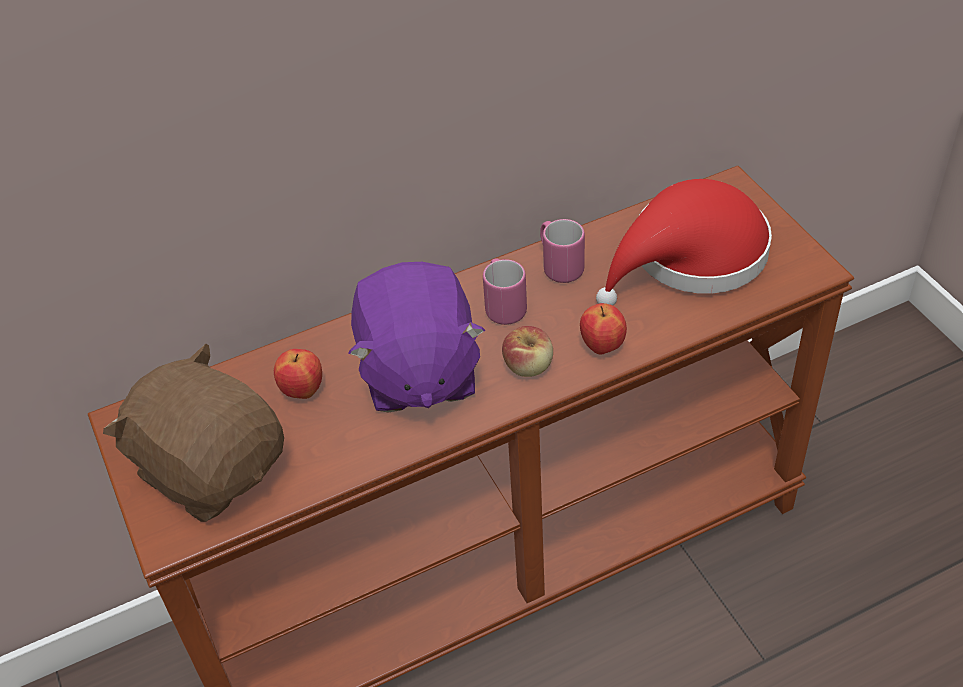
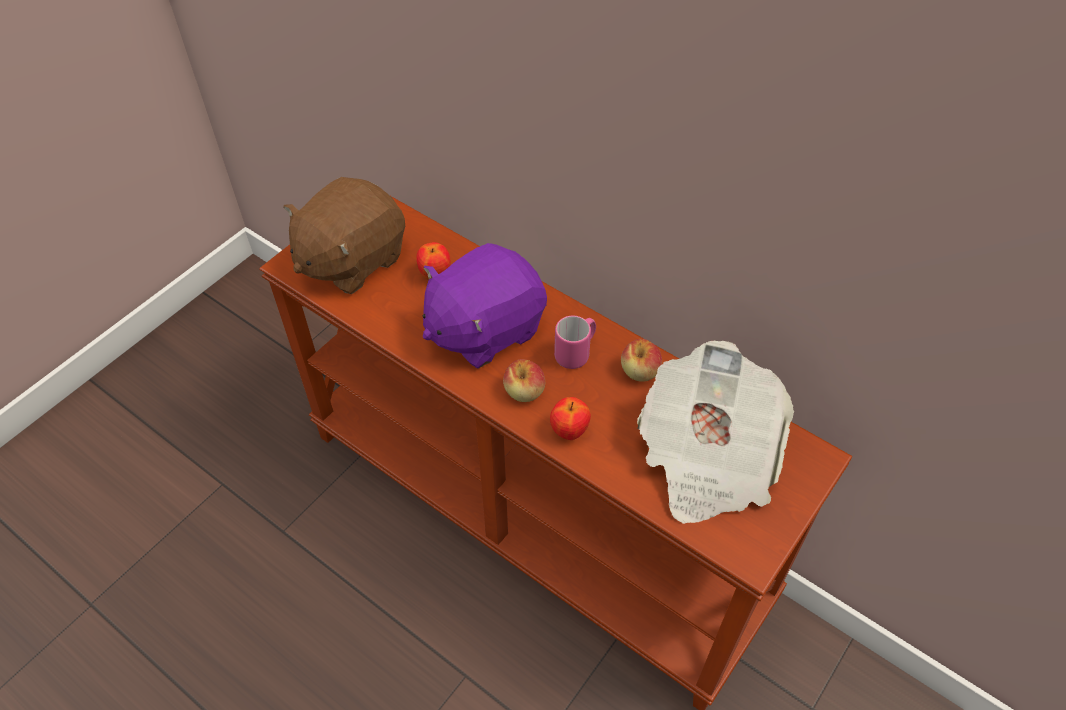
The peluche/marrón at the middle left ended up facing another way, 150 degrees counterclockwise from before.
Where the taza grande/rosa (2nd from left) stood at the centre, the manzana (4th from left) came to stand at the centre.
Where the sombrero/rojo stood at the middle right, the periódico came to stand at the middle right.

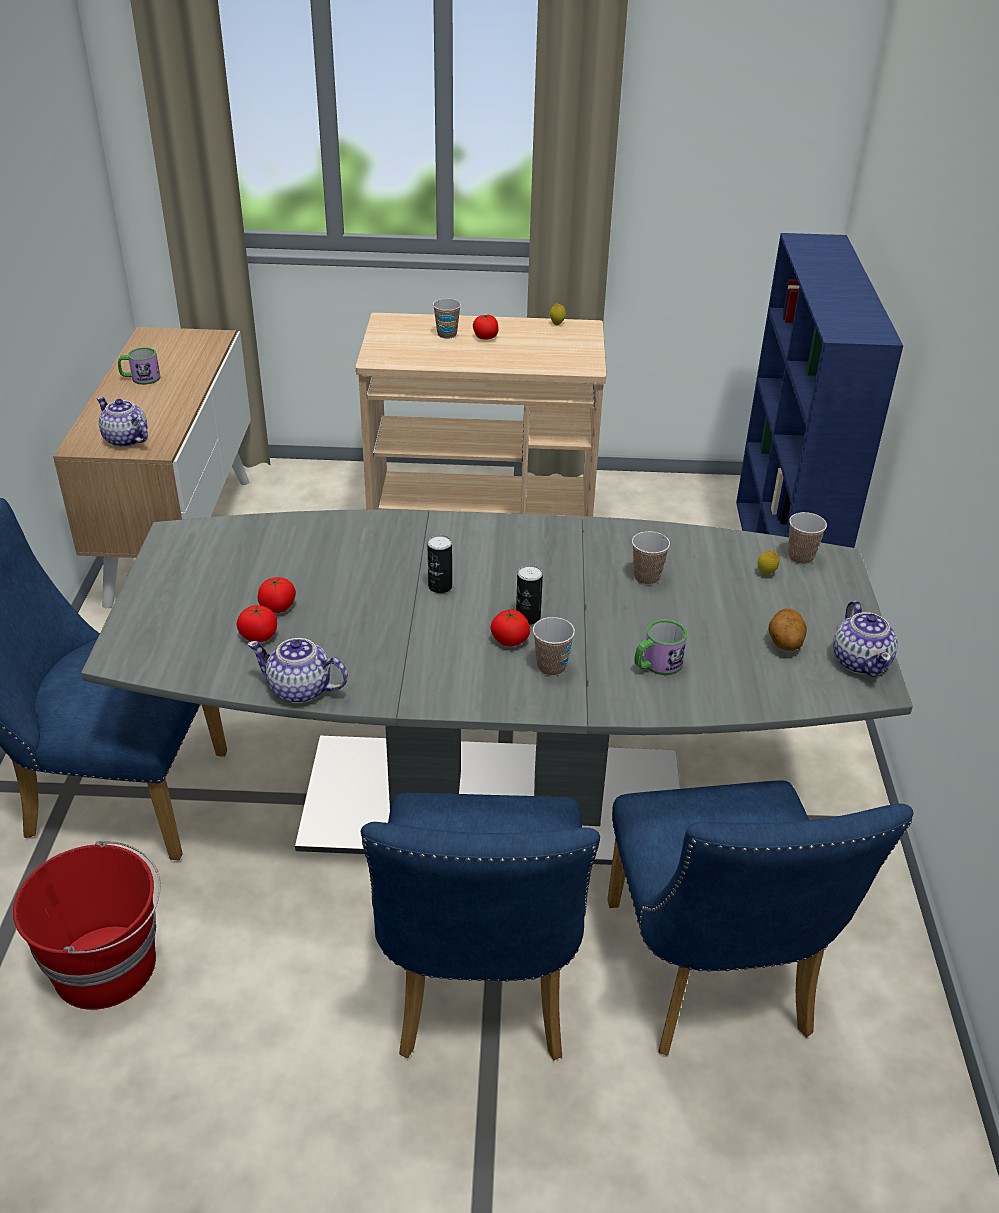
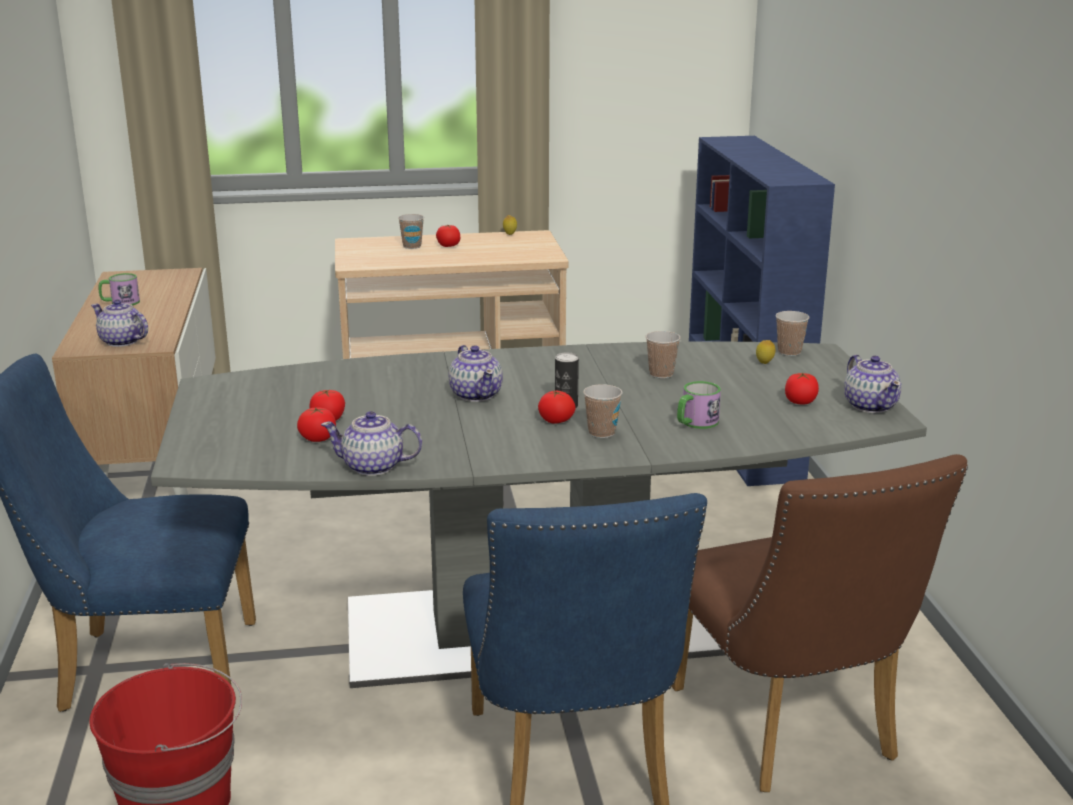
Where the lata (1st from left) stood at the centre, the tetera (3rd from left) came to stand at the centre.
What was the silla/azul (3rd from left) at the bottom right turned into the silla/marrón at the bottom right.
Where the patata stood at the middle right, the tomate (5th from left) came to stand at the middle right.

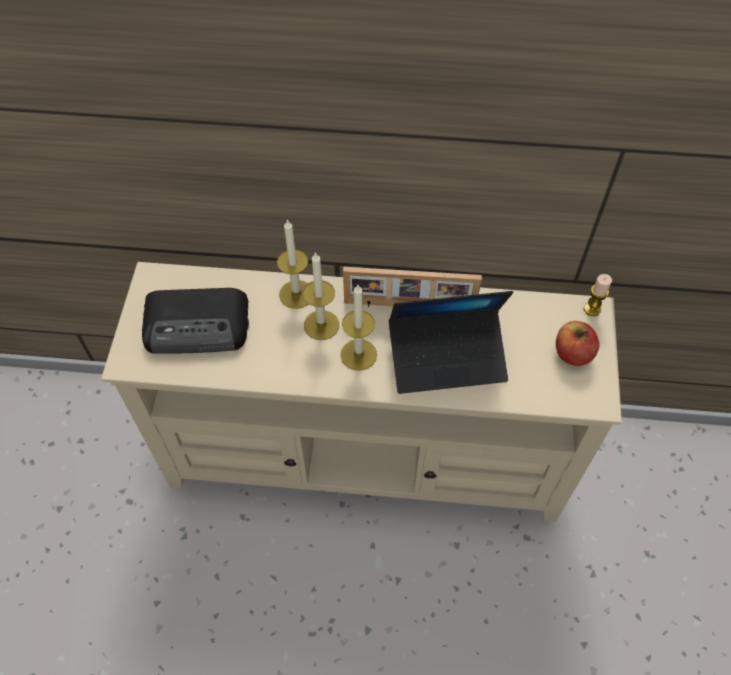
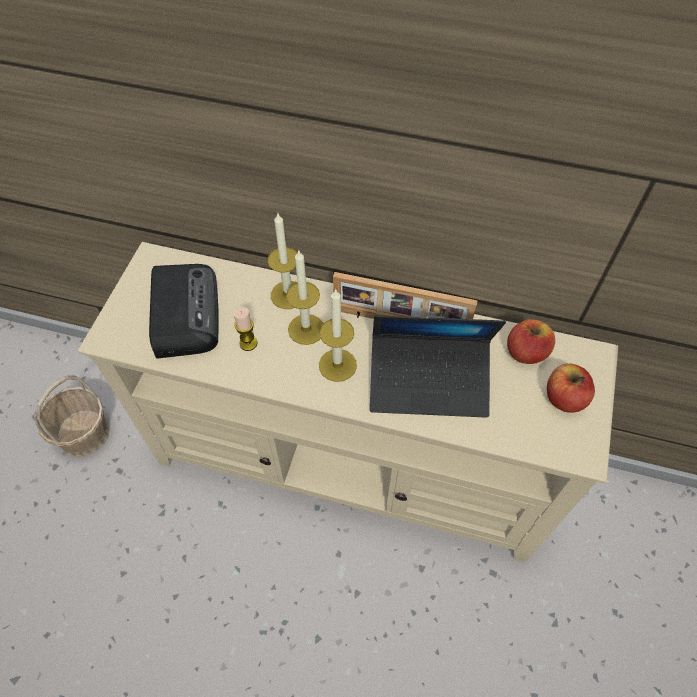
The radio at the middle left ended up facing another way, 105 degrees counterclockwise from before.
The vela (4th from left in the first image) ended up elsewhere, having gone from the middle right to the centre.
The second view gained the cesta at the middle left.
The second view gained the manzana (1st from left) at the middle right.

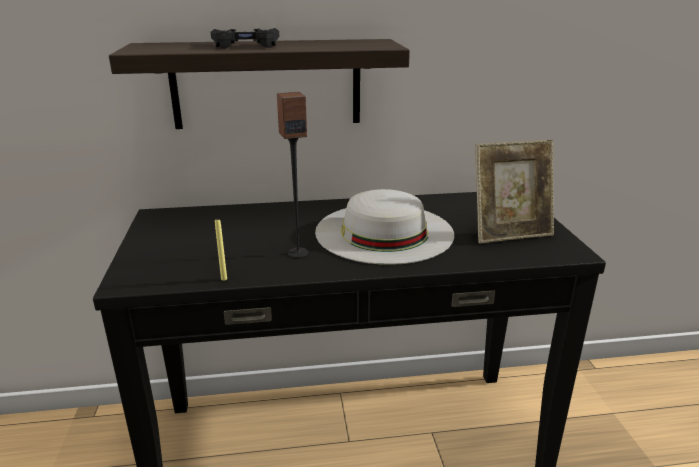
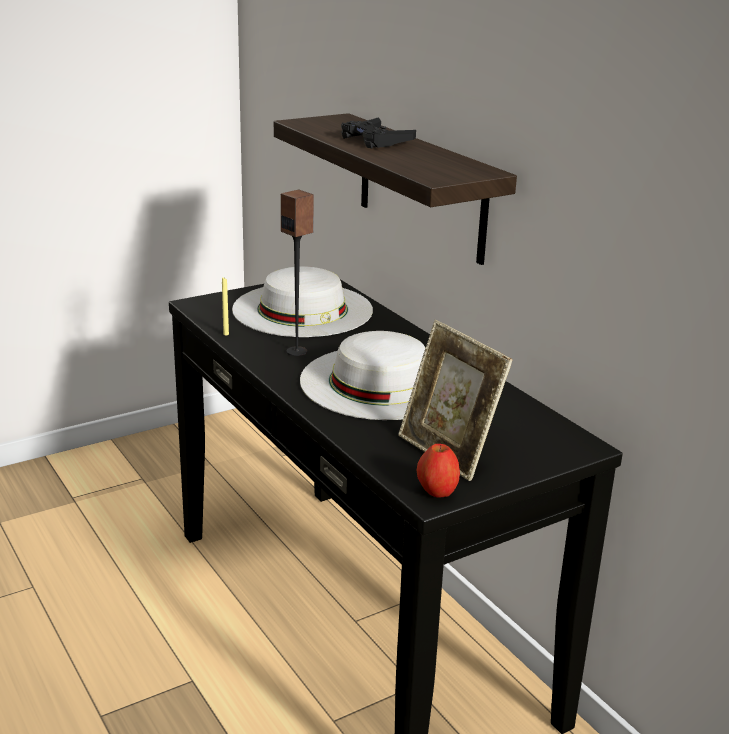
The second view gained the sombrero/blanco (1st from left) at the centre.
The second view gained the manzana at the centre.

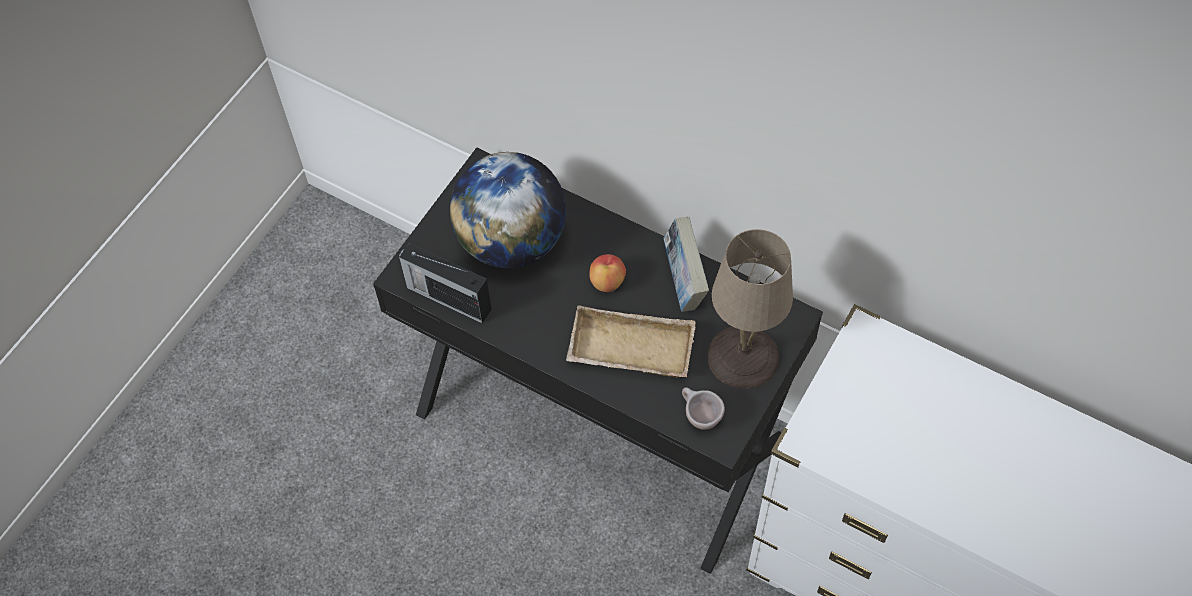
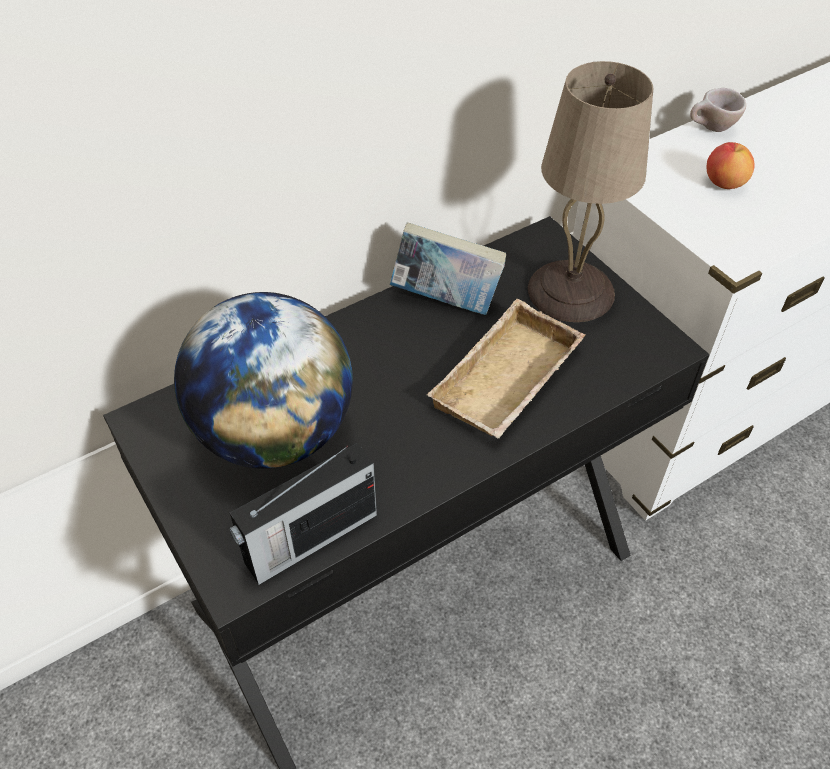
The manzana ended up elsewhere, having gone from the centre to the top right.
The taza/beis ended up elsewhere, having gone from the bottom centre to the top right.

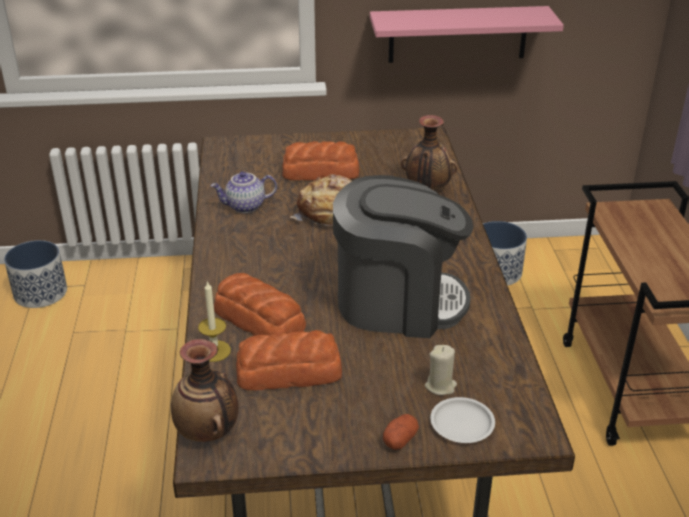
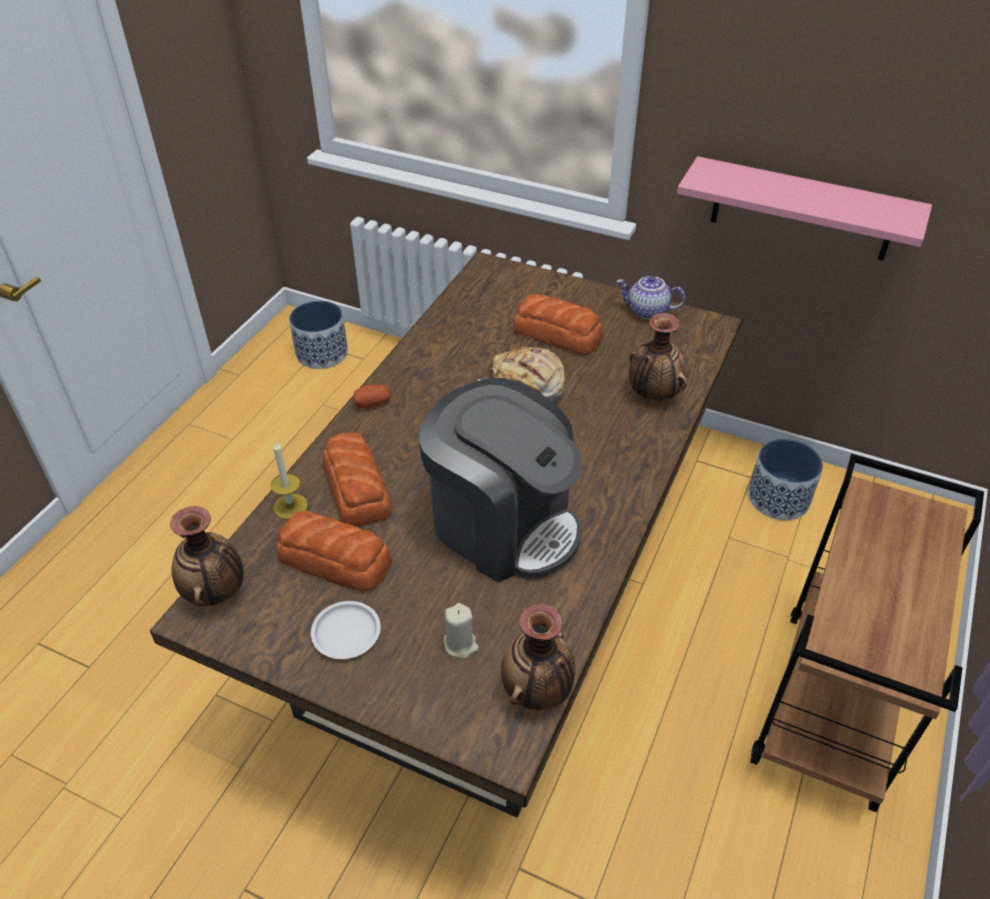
The tetera ended up elsewhere, having gone from the centre to the top centre.
The patata ended up elsewhere, having gone from the bottom centre to the centre.
The plato/blanco ended up elsewhere, having gone from the bottom right to the bottom centre.
The second view gained the florero (2nd from left) at the bottom centre.

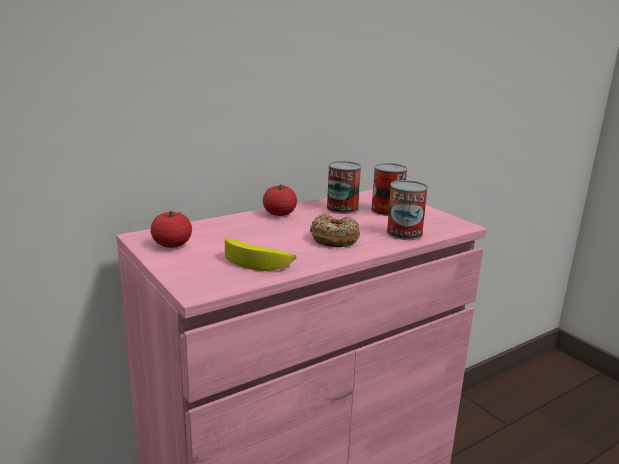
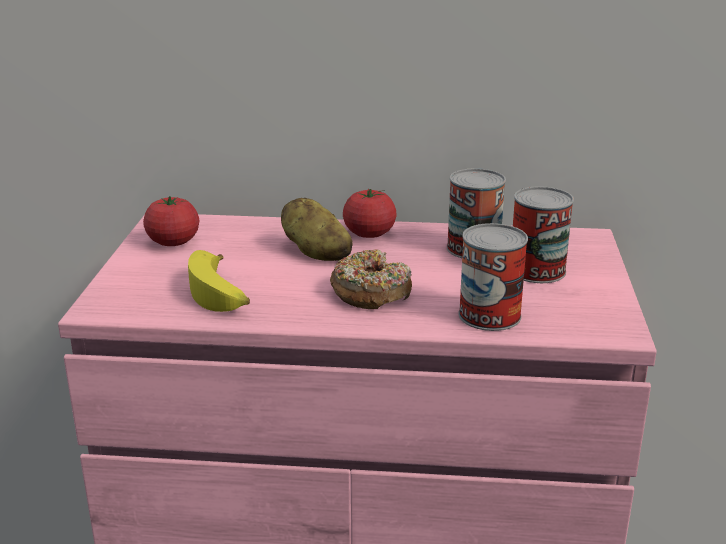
The second view gained the patata at the centre.

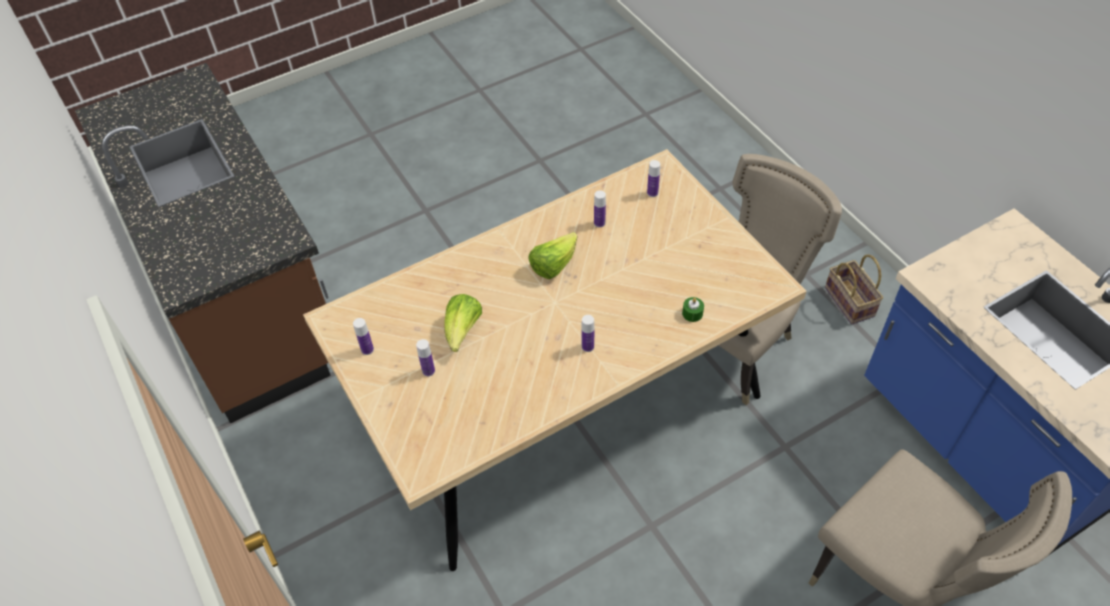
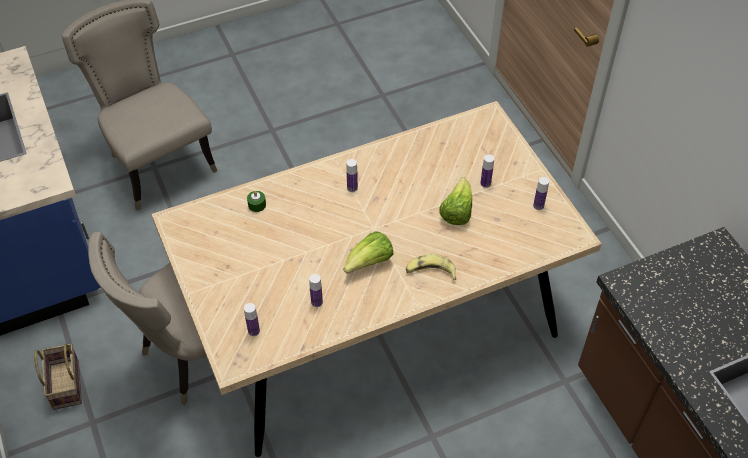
The second view gained the plátano at the centre.

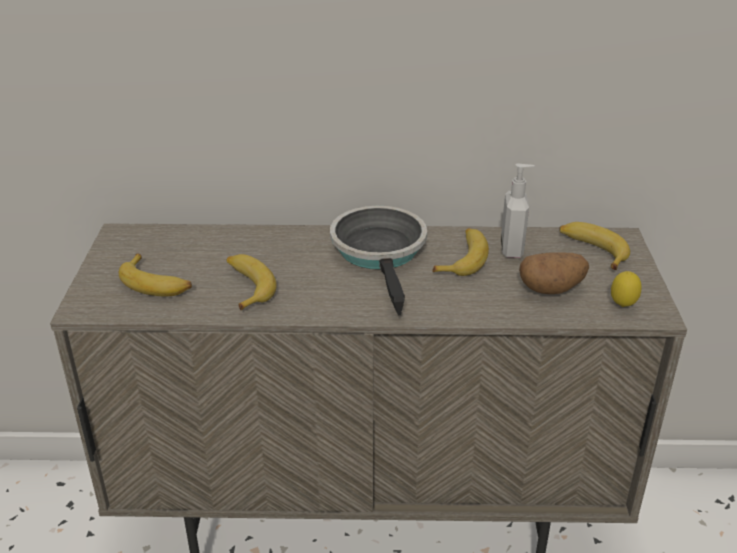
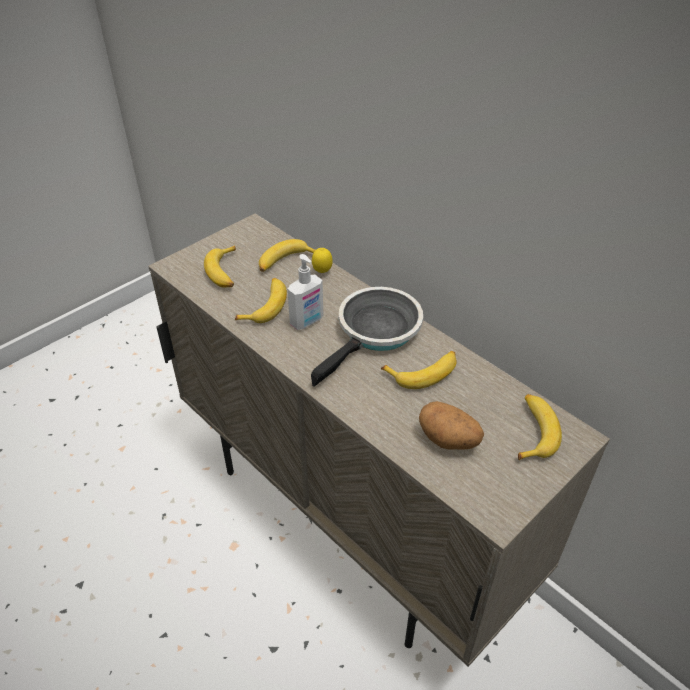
The dispensador de jabón ended up elsewhere, having gone from the middle right to the centre.
The limón ended up elsewhere, having gone from the middle right to the centre.
The second view gained the plátano (3rd from left) at the centre.

